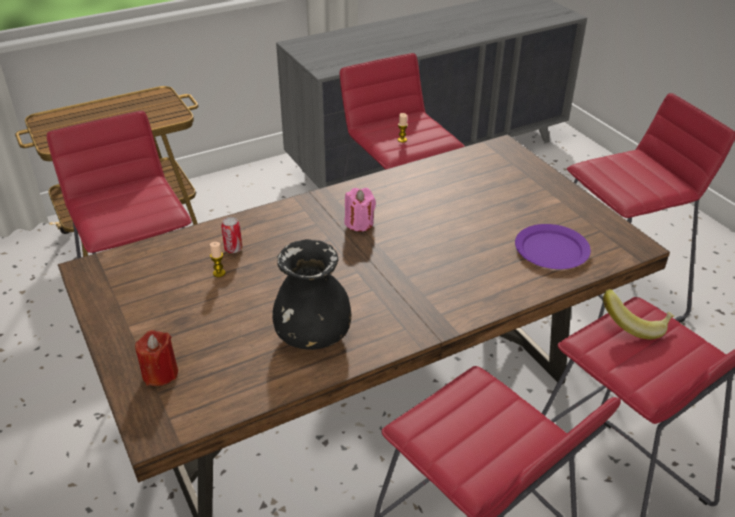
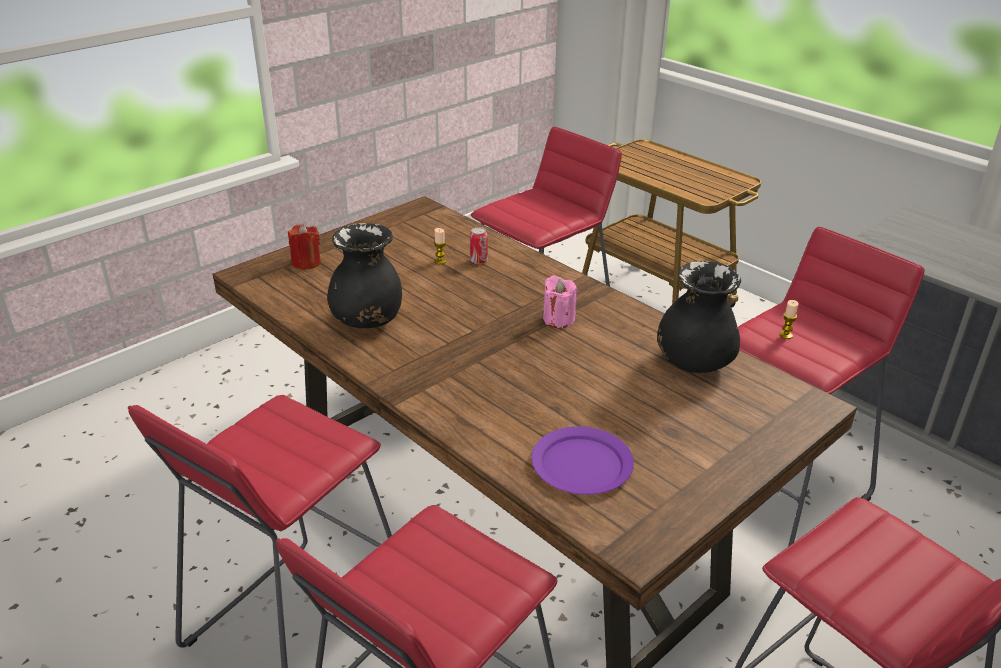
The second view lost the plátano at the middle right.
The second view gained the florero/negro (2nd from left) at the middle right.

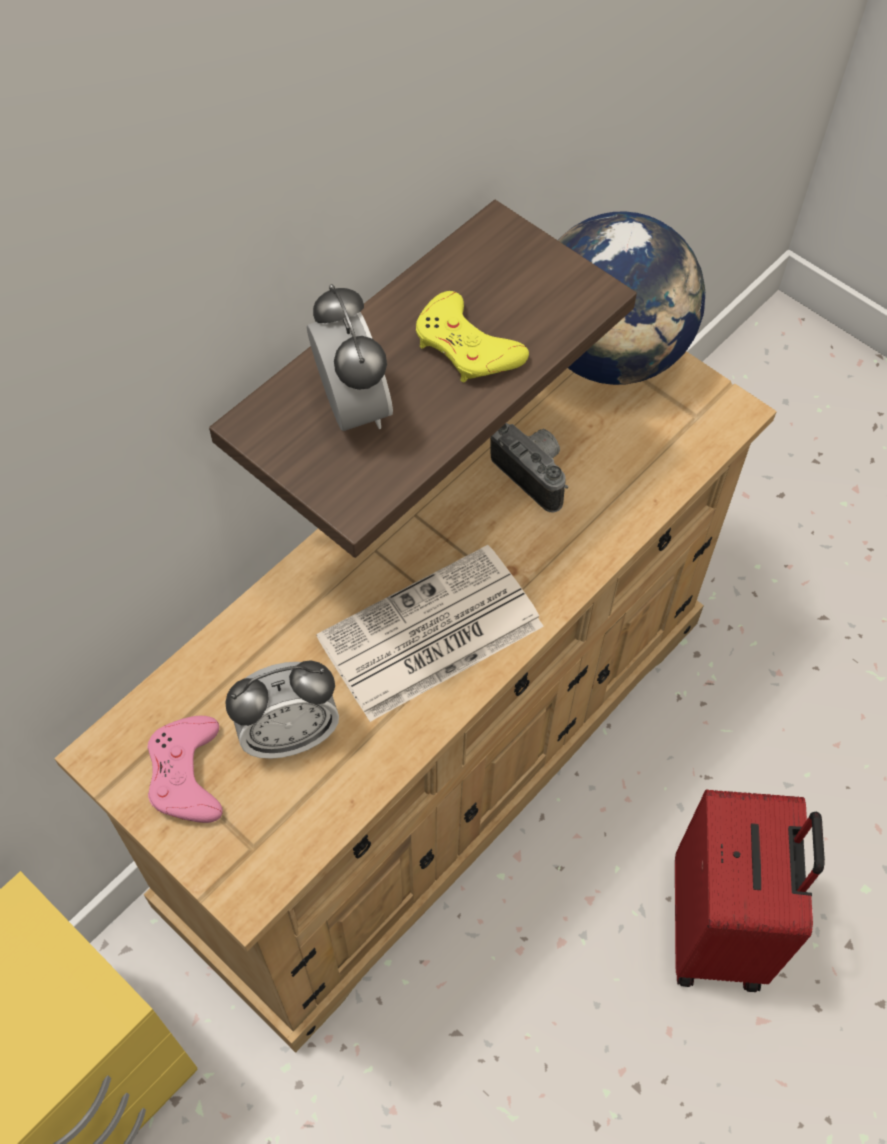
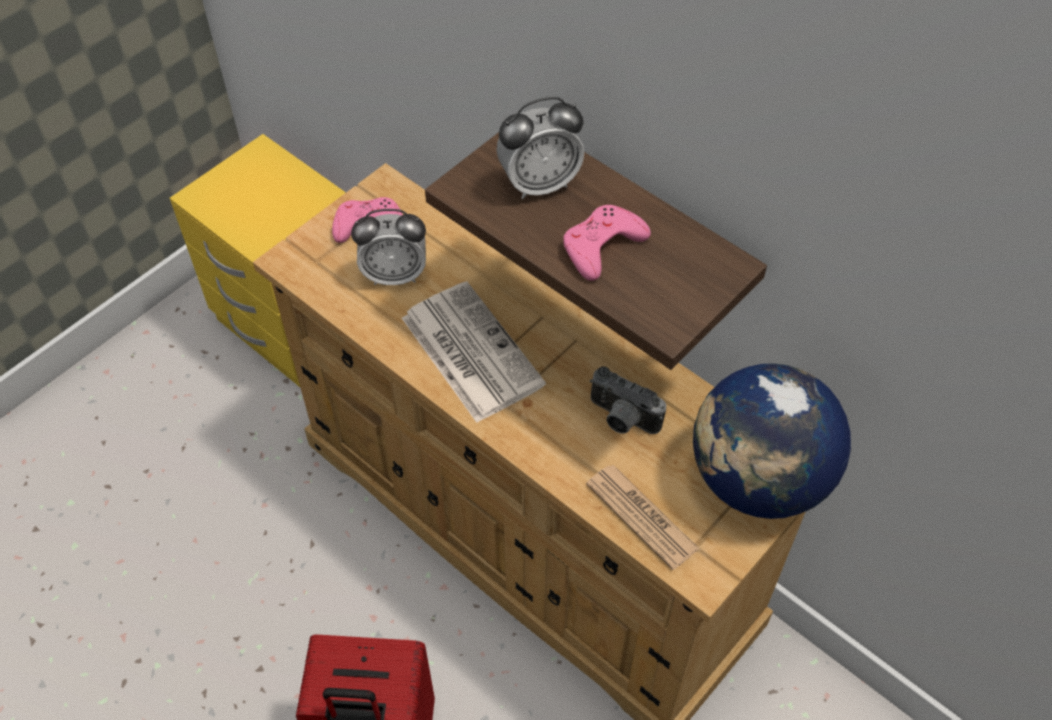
The despertador (1st from left) at the middle left ended up facing another way, 75 degrees counterclockwise from before.
What was the mando de consola/amarillo at the top centre turned into the mando de consola/rosa (2nd from left) at the centre.
The cámara at the centre ended up facing another way, 75 degrees clockwise from before.
The second view gained the periódico (2nd from left) at the bottom centre.

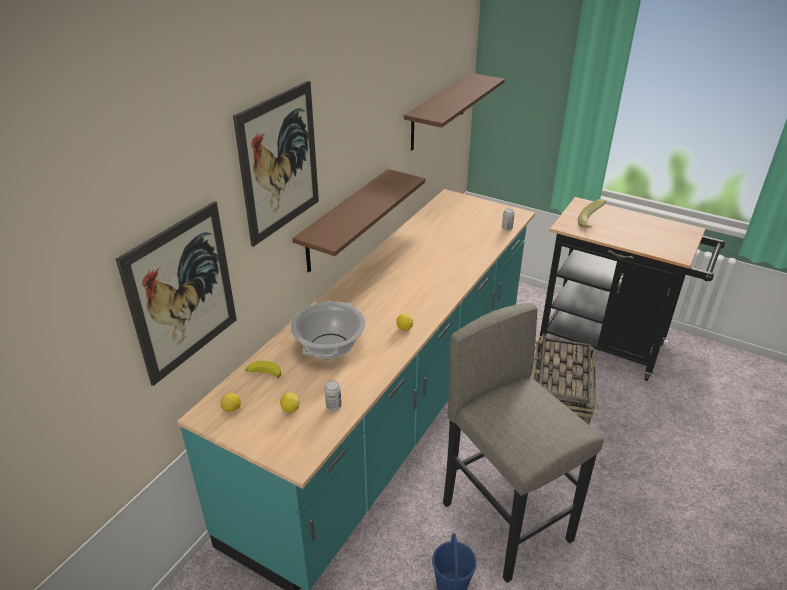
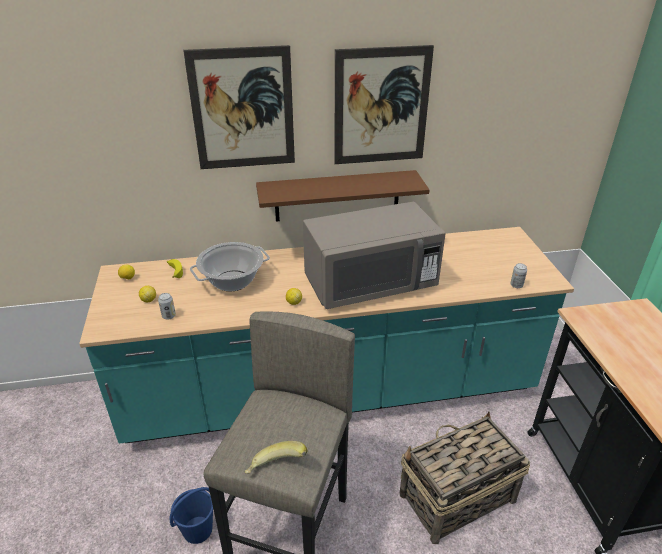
The cuadro (1st from left in the first image) ended up elsewhere, having gone from the middle left to the top centre.
The second view lost the estante/marrón (2nd from left) at the top centre.
The plátano (2nd from left) ended up elsewhere, having gone from the middle right to the bottom centre.
The second view gained the microondas/gris at the centre.

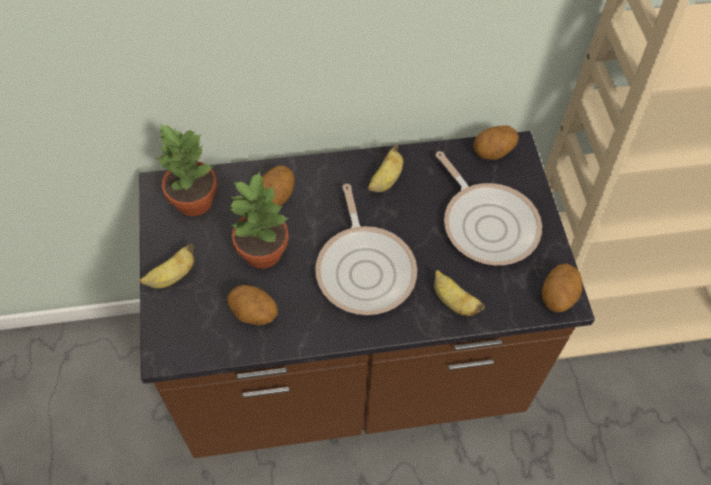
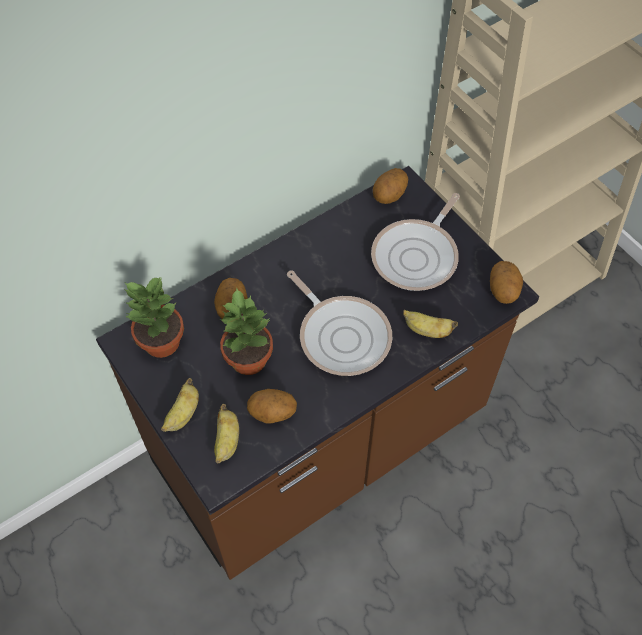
The plátano (2nd from left) ended up elsewhere, having gone from the centre to the bottom centre.
The sartén (2nd from left) at the middle right ended up facing another way, 90 degrees clockwise from before.

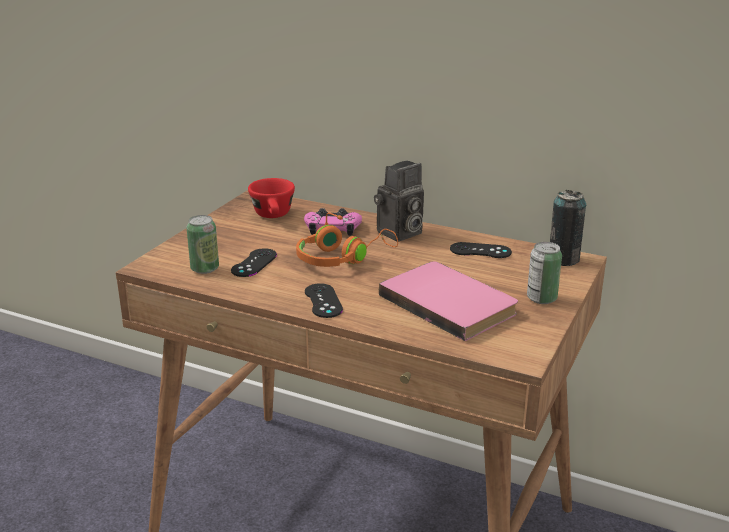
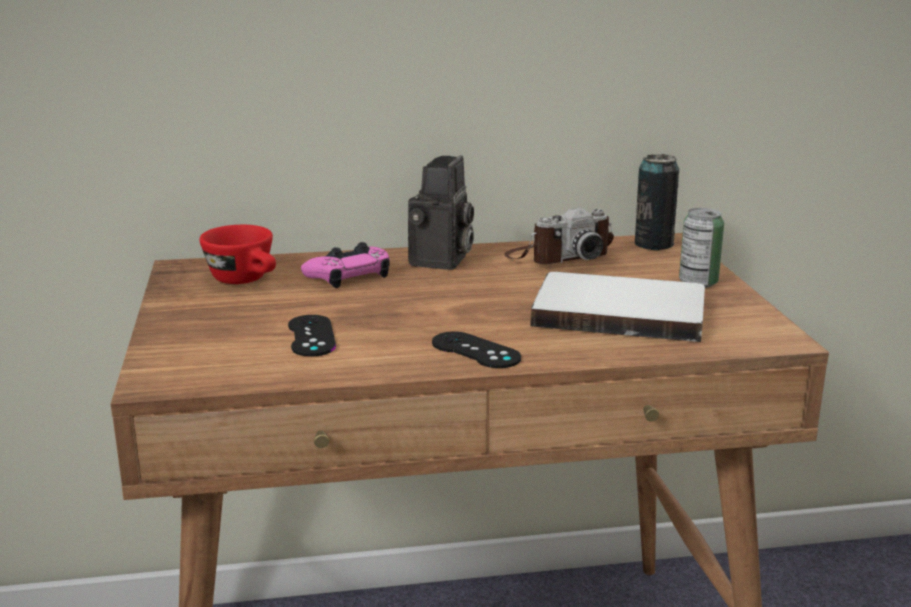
The second view lost the lata (1st from left) at the middle left.
The second view lost the auriculares/naranja at the centre.
What was the libro/rosa at the centre turned into the libro/blanco at the middle right.
Where the mando de consola/negro (3rd from left) stood at the centre, the cámara (2nd from left) came to stand at the centre.

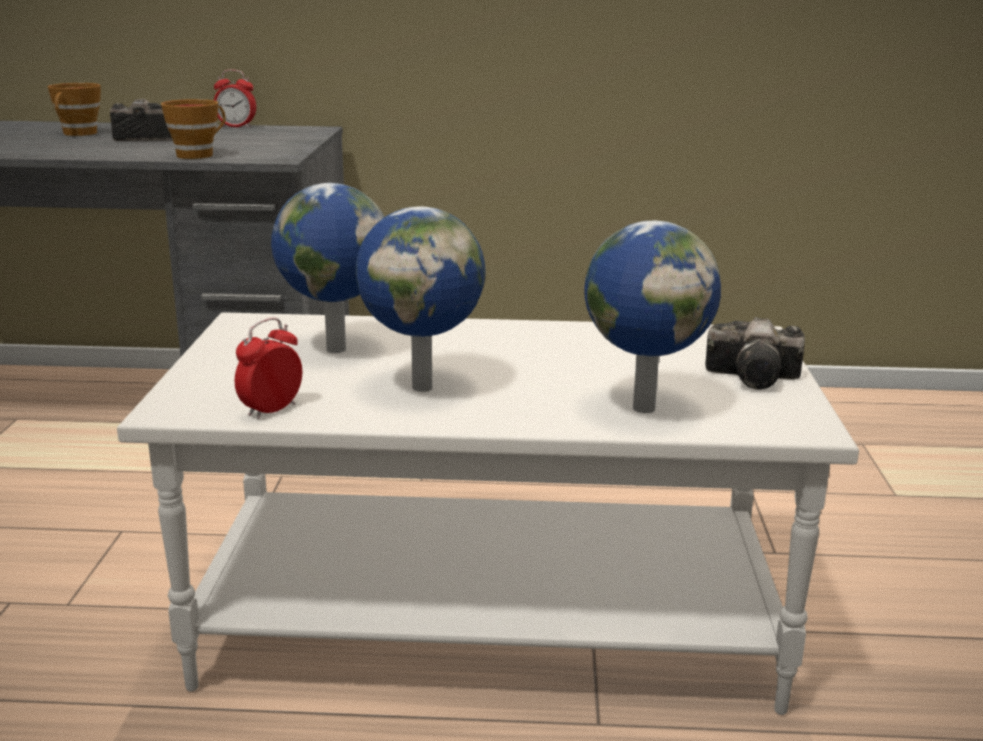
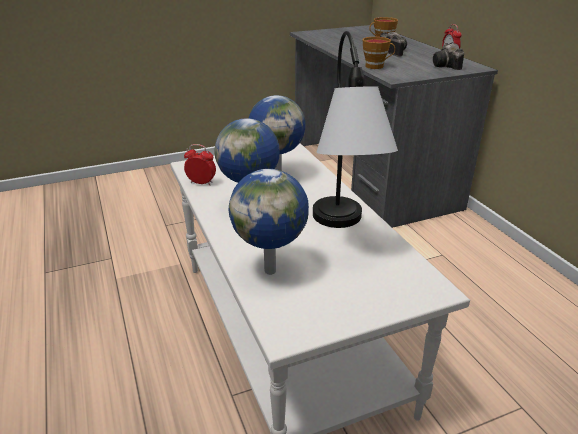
The cámara (2nd from left) ended up elsewhere, having gone from the middle right to the top right.
The second view gained the lámpara de mesa at the top centre.

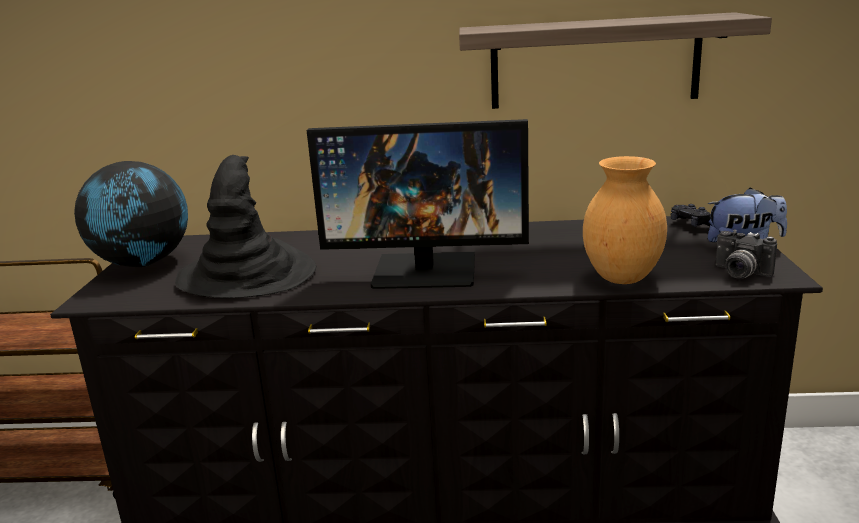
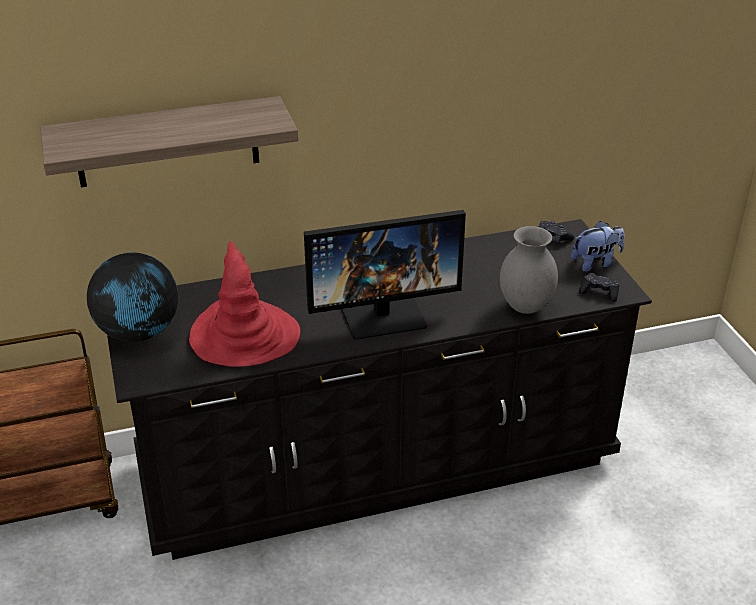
What was the sombrero/negro at the middle left turned into the sombrero/rojo at the middle left.
The estante ended up elsewhere, having gone from the top right to the top left.
What was the florero/marrón at the middle right turned into the florero/gris at the middle right.
Where the cámara stood at the middle right, the mando de consola/negro (2nd from left) came to stand at the middle right.

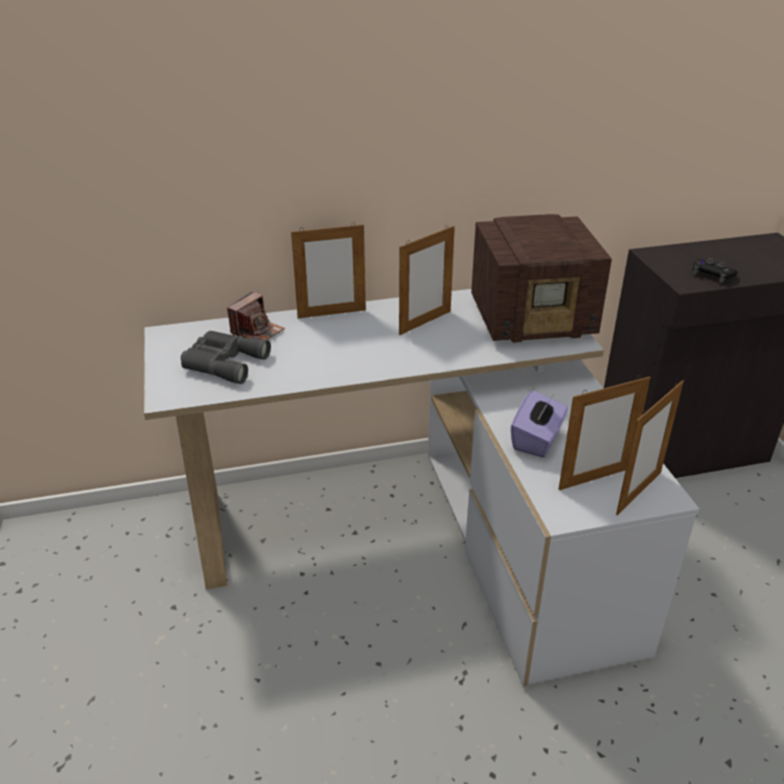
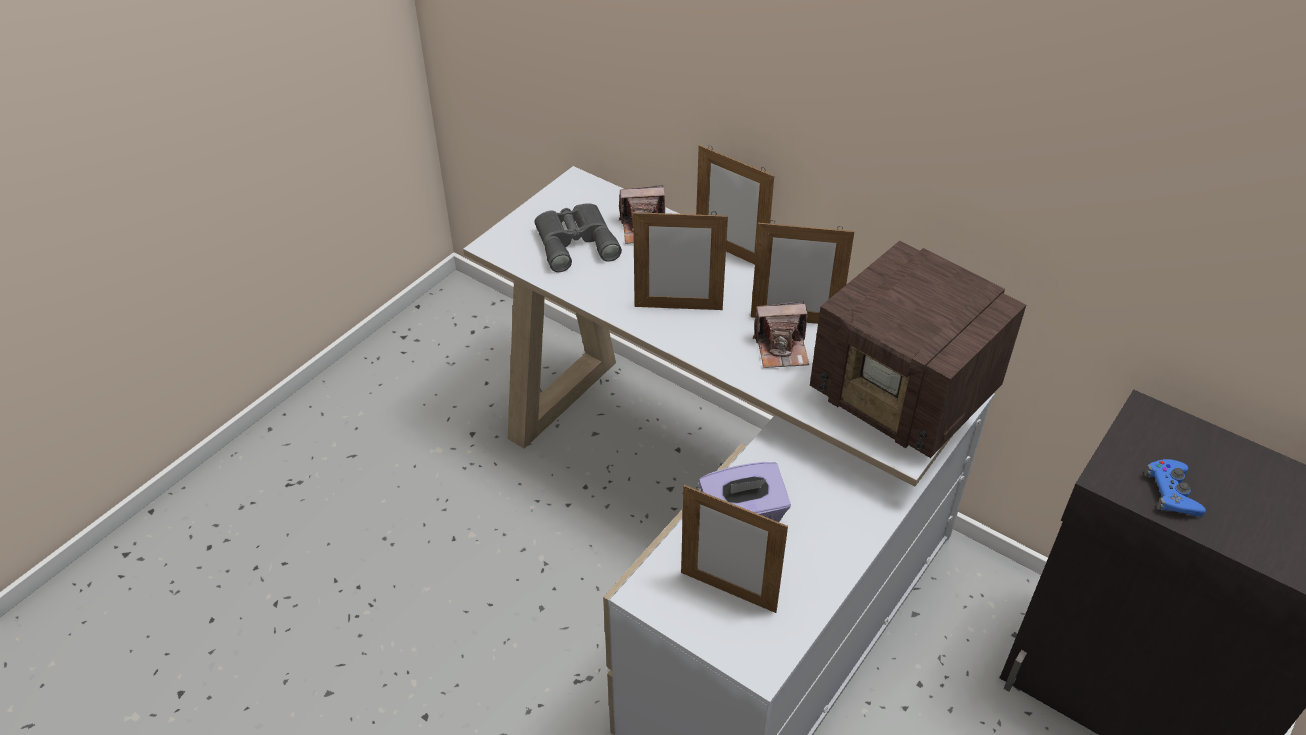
The portarretratos (4th from left in the first image) ended up elsewhere, having gone from the middle right to the centre.
What was the mando de consola/negro at the middle right turned into the mando de consola/azul at the middle right.
The second view gained the cámara (2nd from left) at the centre.

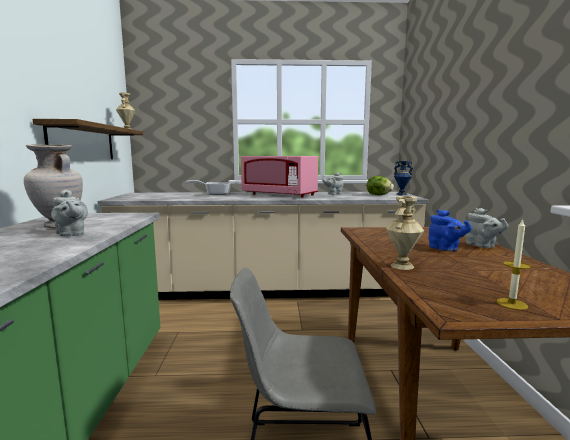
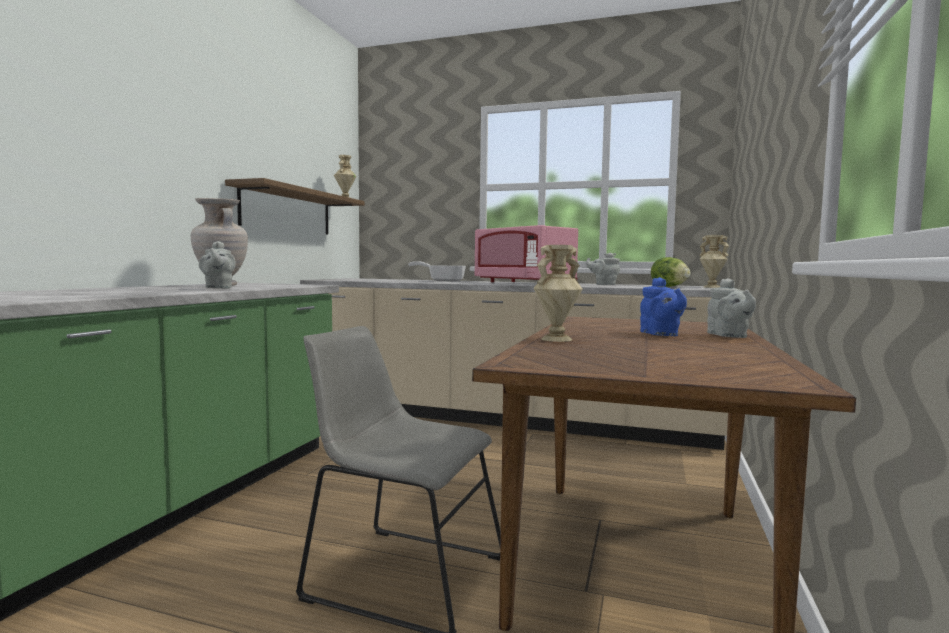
What was the florero/azul at the middle right turned into the florero/beis (4th from left) at the middle right.
The second view lost the vela at the middle right.

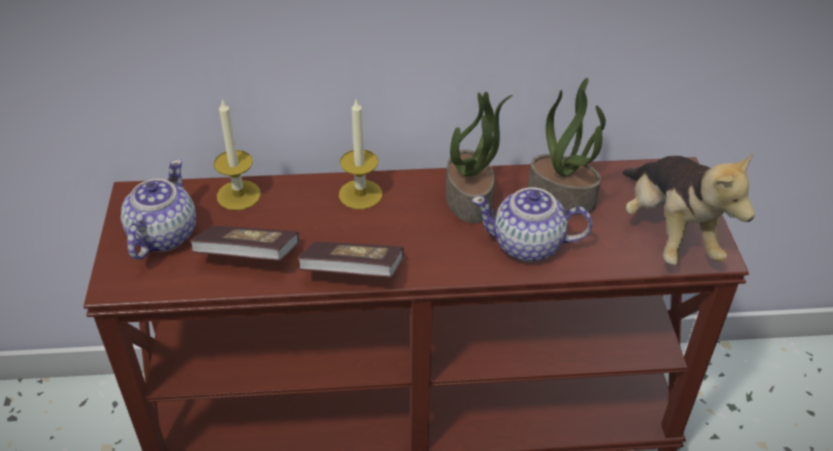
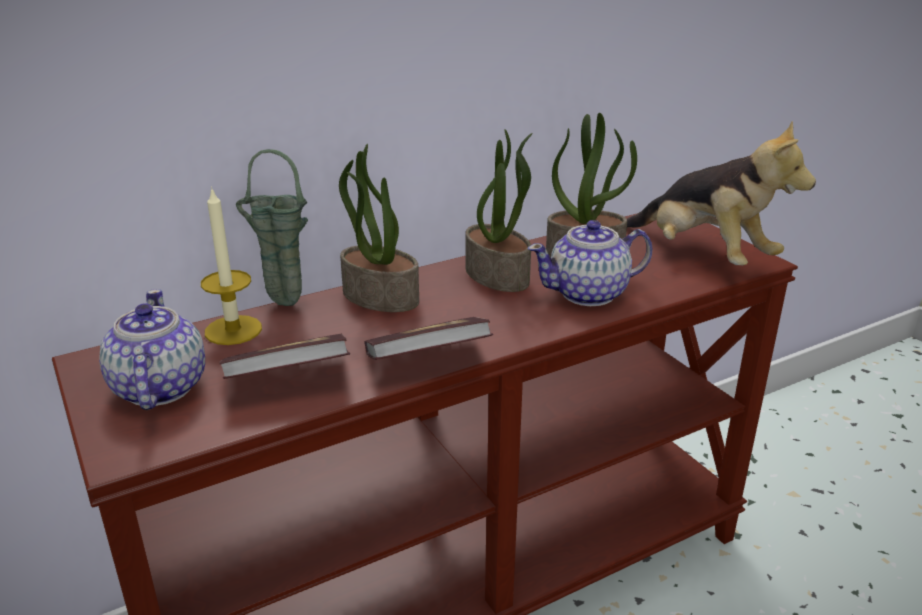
Where the vela (2nd from left) stood at the centre, the planta en maceta (1st from left) came to stand at the centre.
The second view gained the florero/verde at the middle left.

